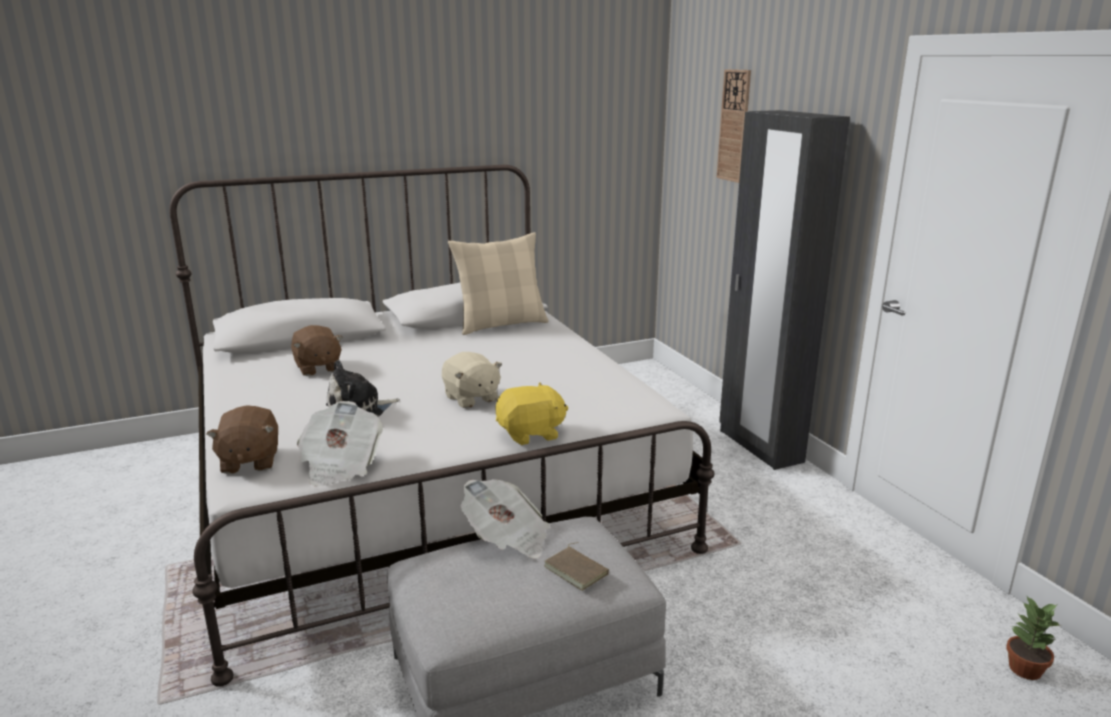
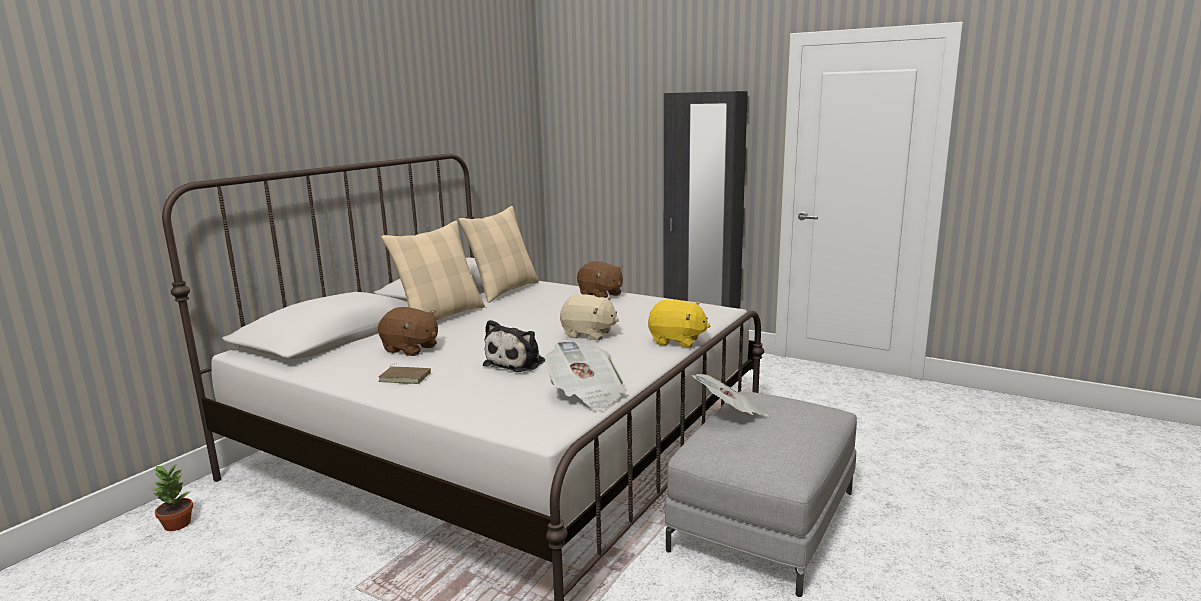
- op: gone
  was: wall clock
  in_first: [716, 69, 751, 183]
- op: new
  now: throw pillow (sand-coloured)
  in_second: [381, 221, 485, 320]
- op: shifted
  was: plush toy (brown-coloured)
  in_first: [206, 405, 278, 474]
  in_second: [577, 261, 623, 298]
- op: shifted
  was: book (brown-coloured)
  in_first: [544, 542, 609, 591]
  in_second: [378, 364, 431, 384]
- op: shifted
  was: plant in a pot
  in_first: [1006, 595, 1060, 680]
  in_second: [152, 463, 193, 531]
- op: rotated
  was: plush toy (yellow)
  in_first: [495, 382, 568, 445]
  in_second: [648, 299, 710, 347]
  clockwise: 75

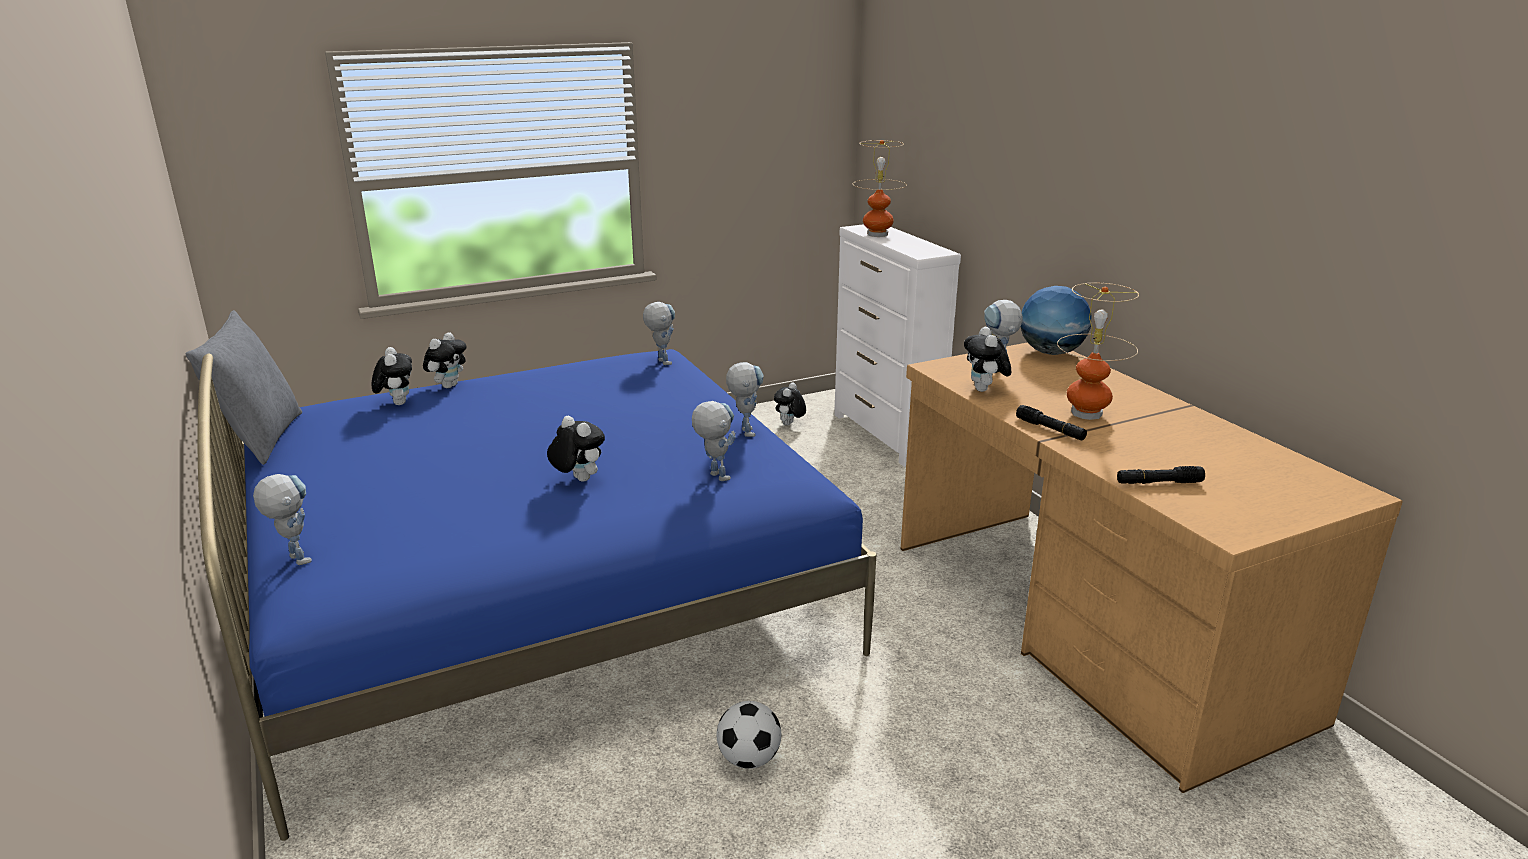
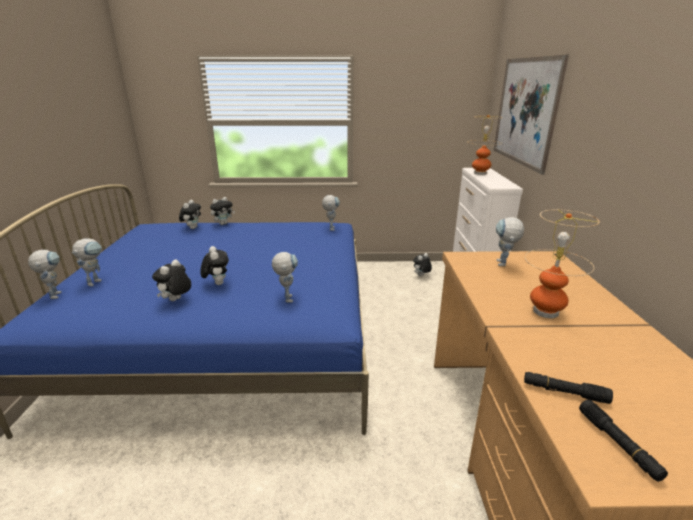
- op: gone
  was: throw pillow (greyish)
  in_first: [185, 310, 302, 465]
- op: gone
  was: ball for football
  in_first: [717, 701, 781, 769]
- op: gone
  was: desk globe
  in_first: [1021, 286, 1091, 355]
- op: new
  now: picture
  in_second: [494, 54, 569, 175]
- op: shifted
  was: robot figure
  in_first: [726, 362, 764, 437]
  in_second: [72, 238, 102, 286]
- op: shifted
  was: plush toy
  in_first: [964, 327, 1011, 392]
  in_second: [152, 260, 191, 301]
- op: shifted
  was: hand torch (black-coloured)
  in_first: [1016, 405, 1087, 440]
  in_second: [579, 400, 668, 482]

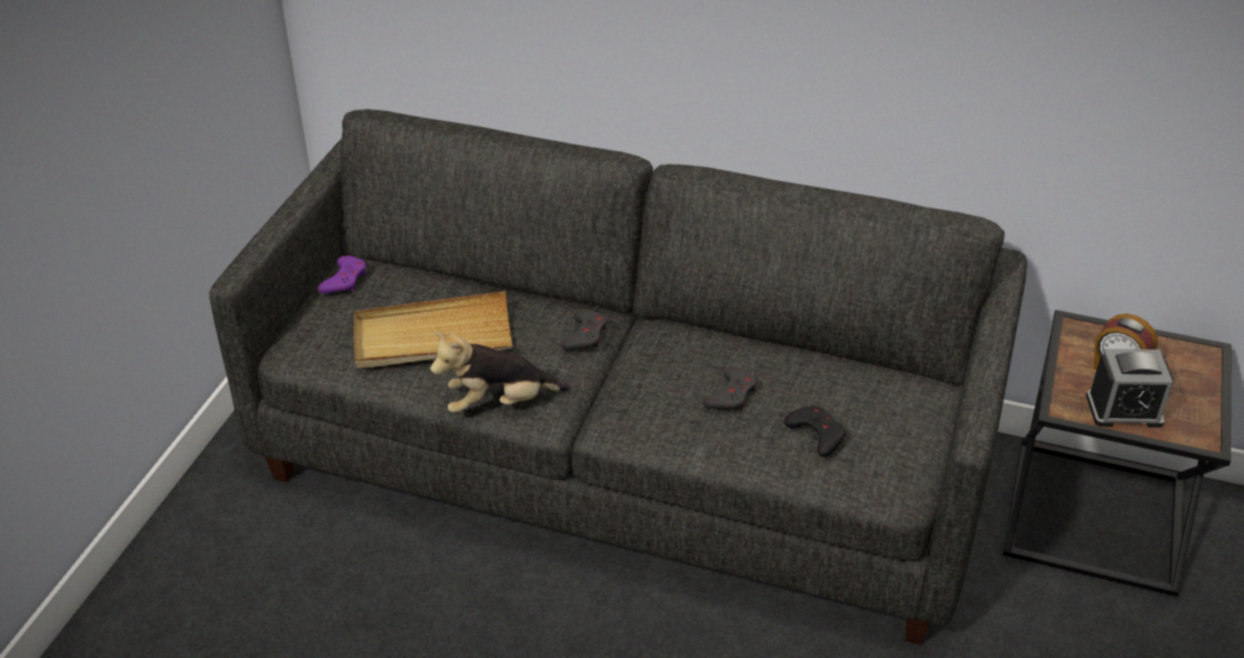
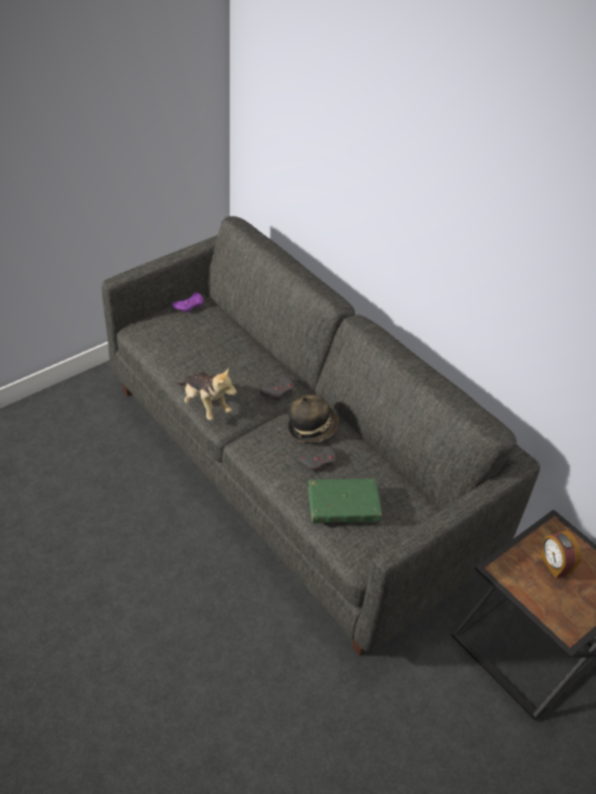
- op: gone
  was: serving tray (sand-coloured)
  in_first: [354, 291, 513, 369]
- op: gone
  was: bedside clock
  in_first: [1086, 349, 1174, 428]
- op: new
  now: hat
  in_second: [288, 394, 339, 442]
- op: swapped
  was: joypad (black-coloured)
  now: book (greenish)
  in_first: [784, 406, 846, 457]
  in_second: [308, 479, 382, 523]
- op: rotated
  was: plush toy
  in_first: [430, 331, 570, 413]
  in_second: [177, 367, 237, 420]
  clockwise: -150

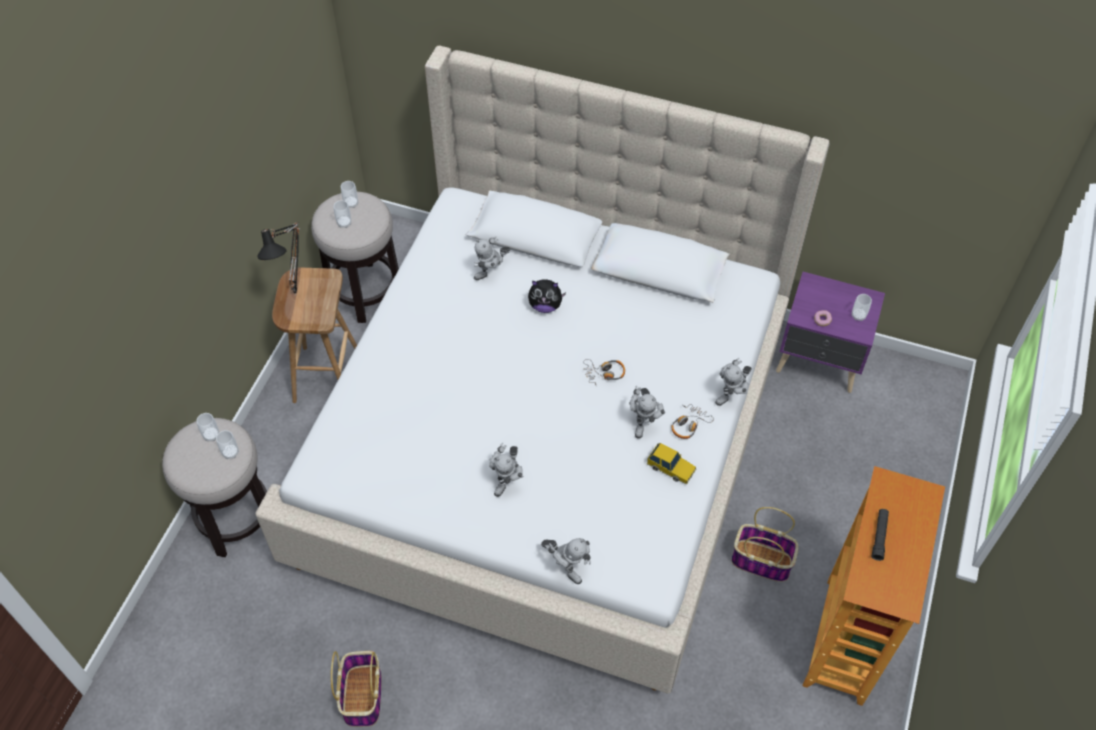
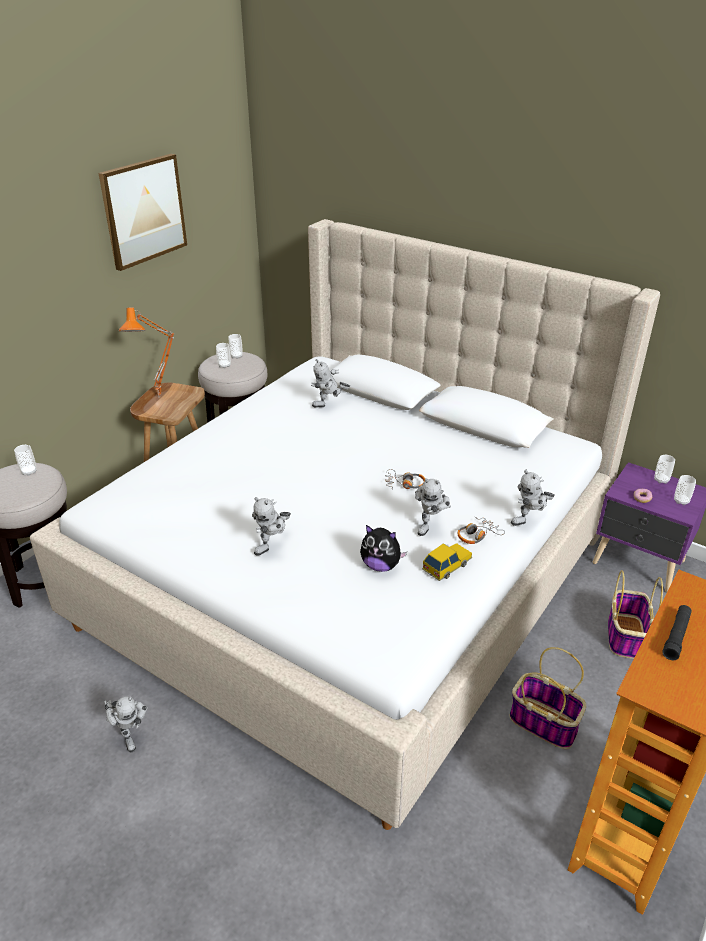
- op: new
  now: picture
  in_second: [98, 154, 187, 271]
- op: shifted
  was: drinking cup
  in_first: [216, 430, 239, 459]
  in_second: [654, 455, 675, 484]
- op: shifted
  was: storage basket
  in_first: [331, 651, 382, 727]
  in_second: [608, 570, 663, 659]
- op: shifted
  was: plush toy
  in_first: [528, 279, 566, 313]
  in_second: [360, 525, 407, 572]
- op: shifted
  was: robot figure
  in_first: [541, 538, 591, 584]
  in_second: [104, 696, 148, 752]
- op: repainted
  was: tabletop lamp (black-coloured)
  now: tabletop lamp (orangey)
  in_first: [257, 222, 300, 295]
  in_second: [119, 307, 174, 398]
- op: rotated
  was: model car
  in_first: [647, 443, 696, 485]
  in_second: [422, 543, 472, 581]
  clockwise: -90

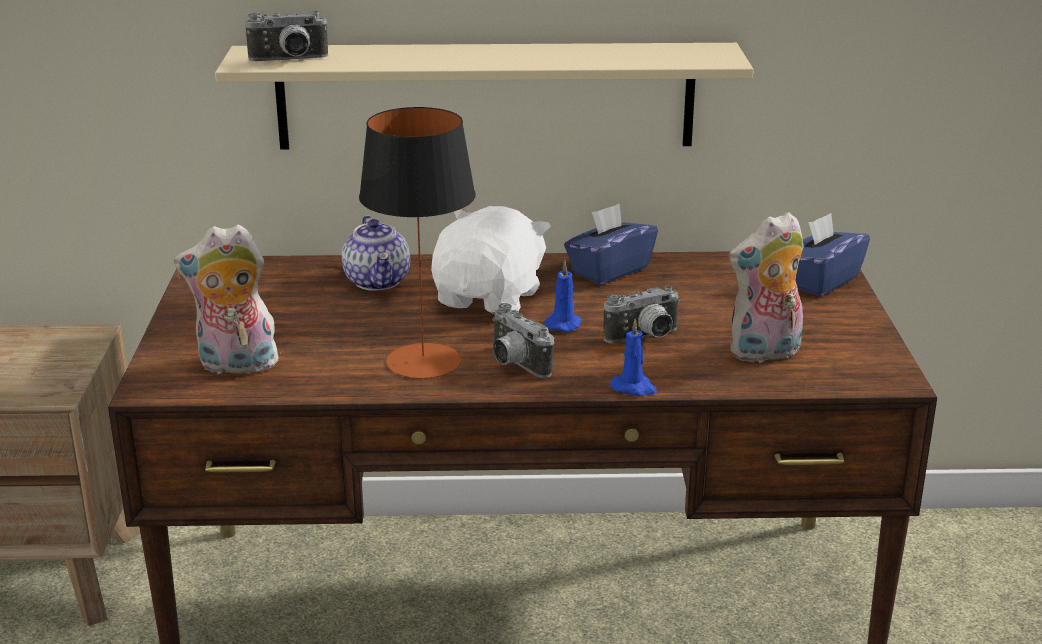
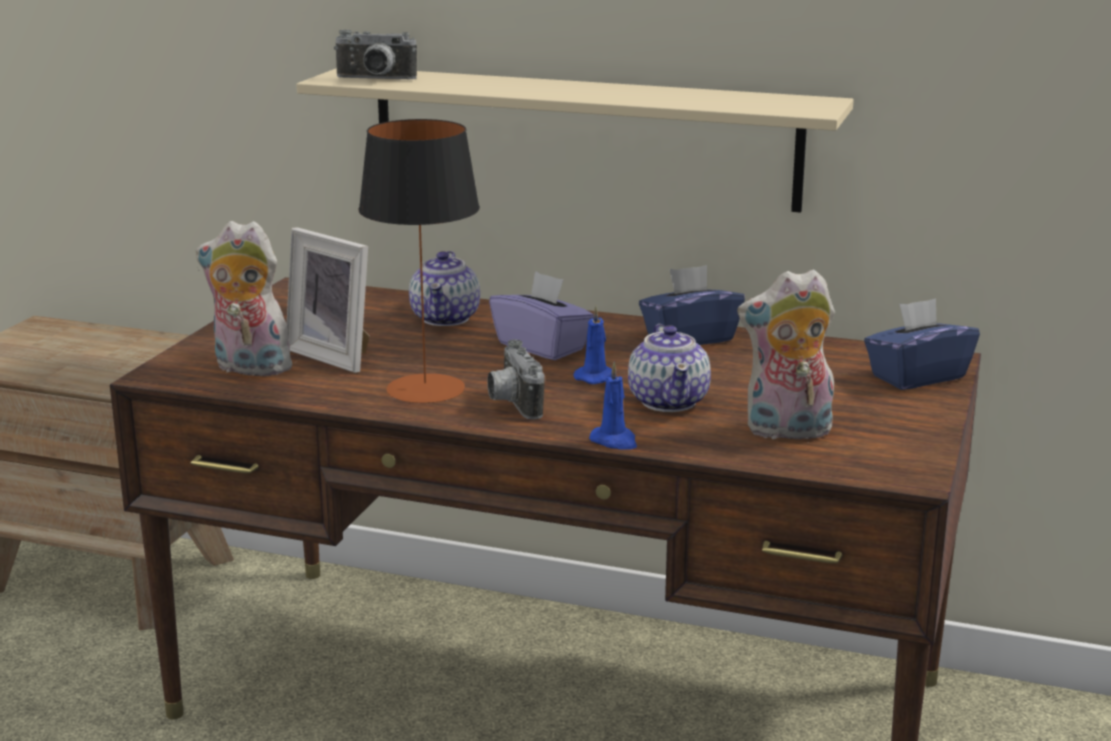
- op: new
  now: standing frame
  in_second: [287, 227, 370, 373]
- op: swapped
  was: plush toy (white)
  now: tissue box (purple)
  in_first: [431, 206, 551, 314]
  in_second: [489, 271, 594, 360]
- op: swapped
  was: photo camera
  now: tea pot
  in_first: [603, 286, 681, 343]
  in_second: [628, 324, 711, 412]

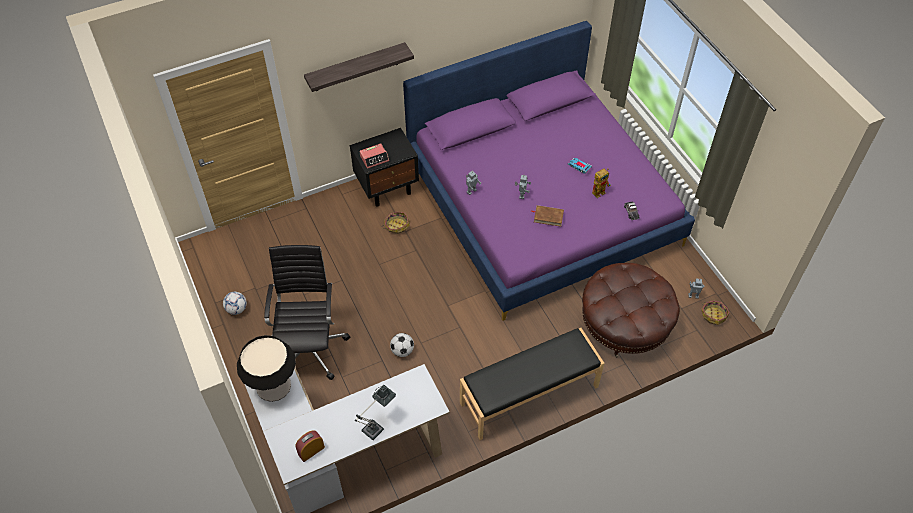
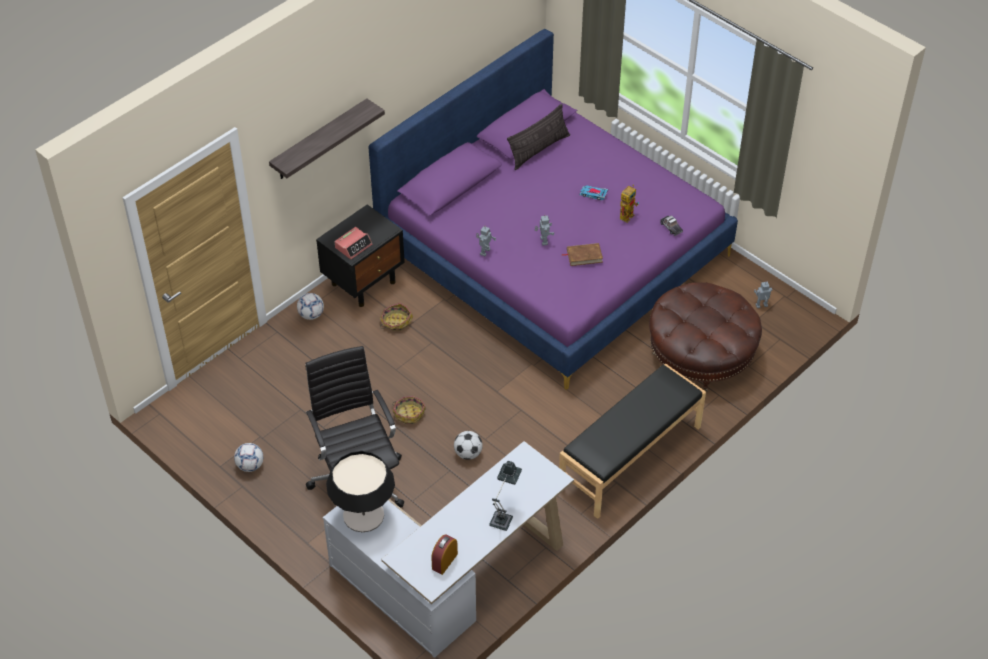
- op: new
  now: ball for football
  in_second: [297, 293, 324, 320]
- op: new
  now: throw pillow
  in_second: [507, 104, 570, 171]
- op: shifted
  was: storage basket
  in_first: [701, 300, 729, 325]
  in_second: [392, 396, 426, 424]

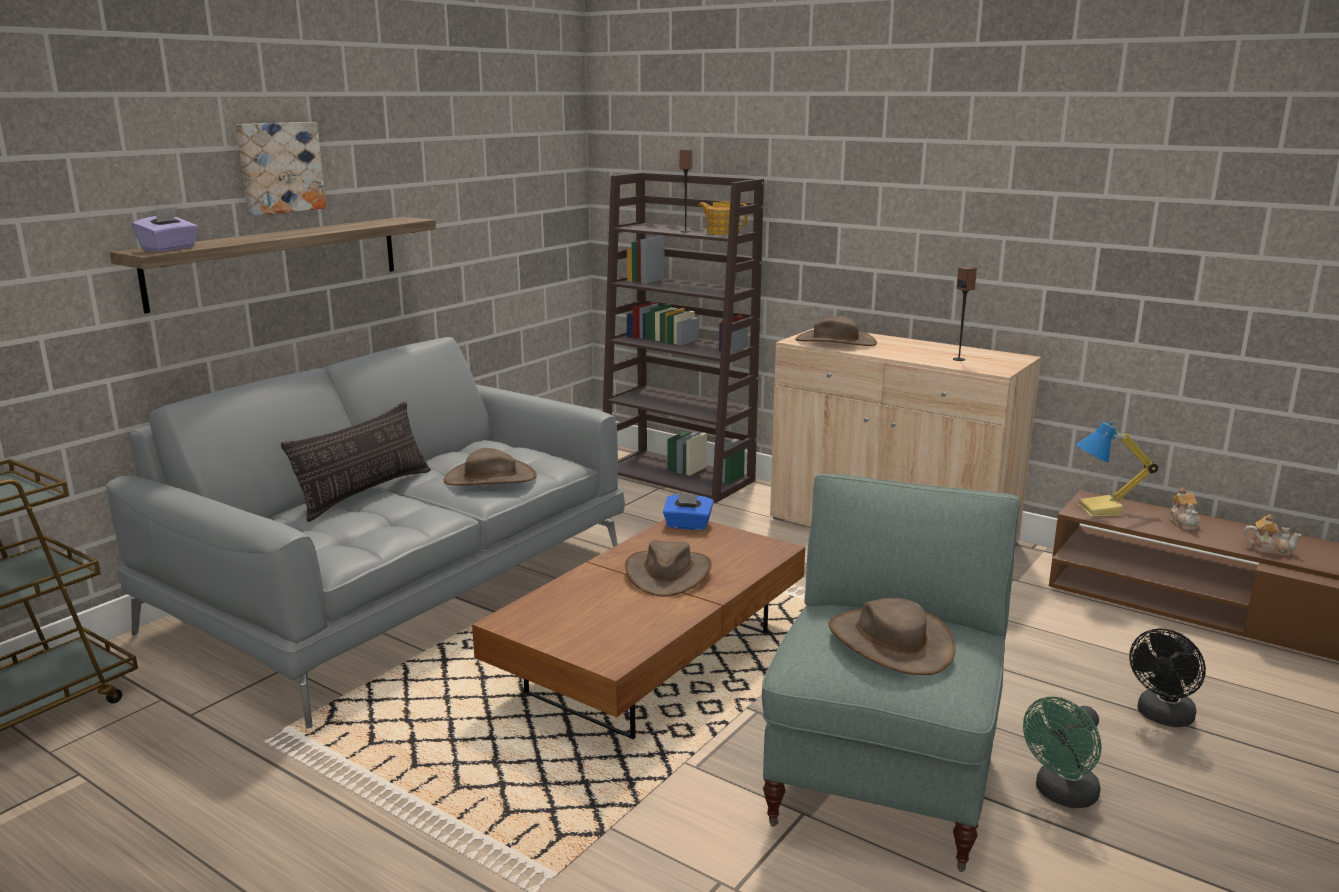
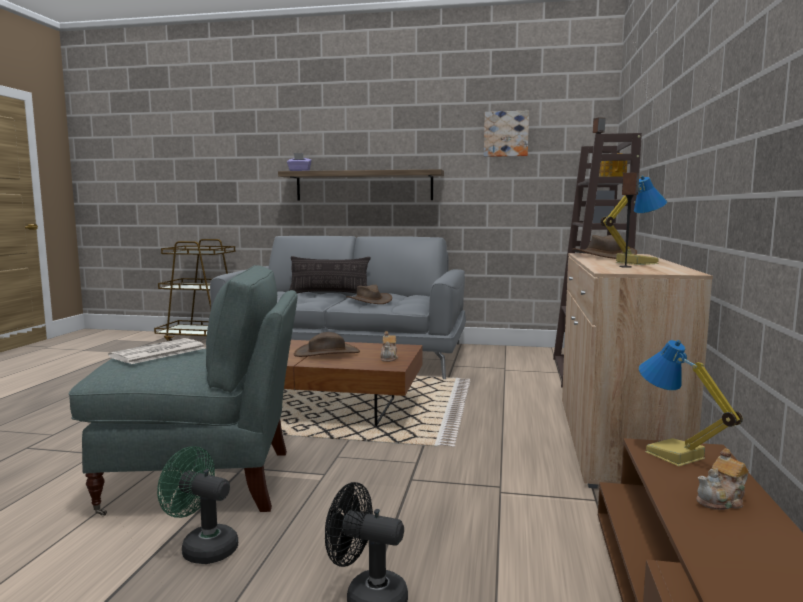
- op: gone
  was: tissue box (blue)
  in_first: [663, 492, 714, 530]
- op: new
  now: tabletop lamp
  in_second: [601, 175, 667, 265]
- op: shifted
  was: picture
  in_first: [236, 122, 326, 216]
  in_second: [484, 111, 529, 157]
- op: shifted
  was: tea pot
  in_first: [1244, 514, 1302, 556]
  in_second: [380, 331, 398, 362]
- op: swapped
  was: hat (brown-coloured)
  now: newspaper
  in_first: [829, 598, 956, 675]
  in_second: [108, 338, 205, 364]

